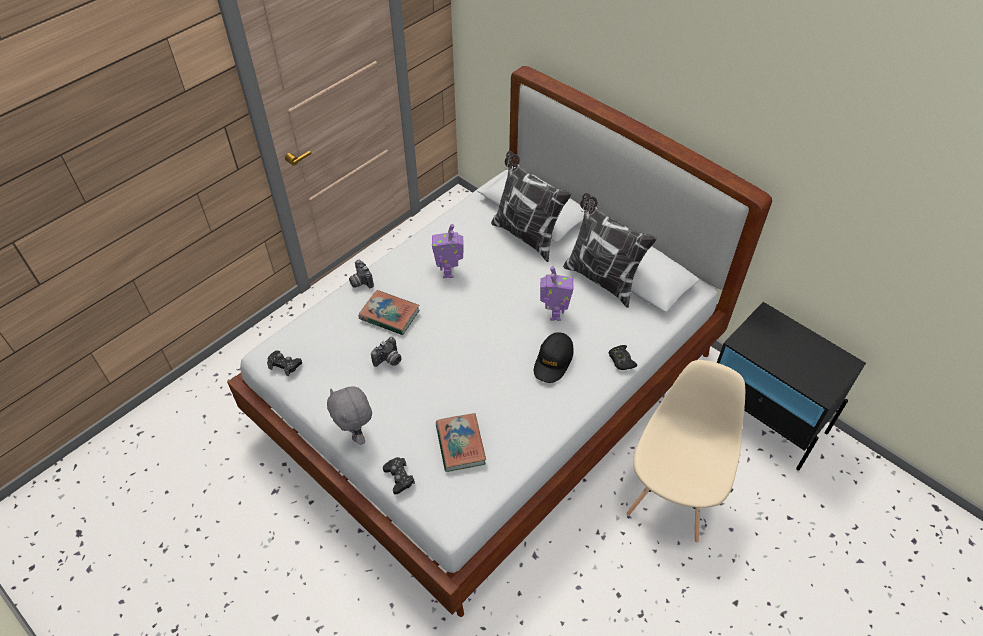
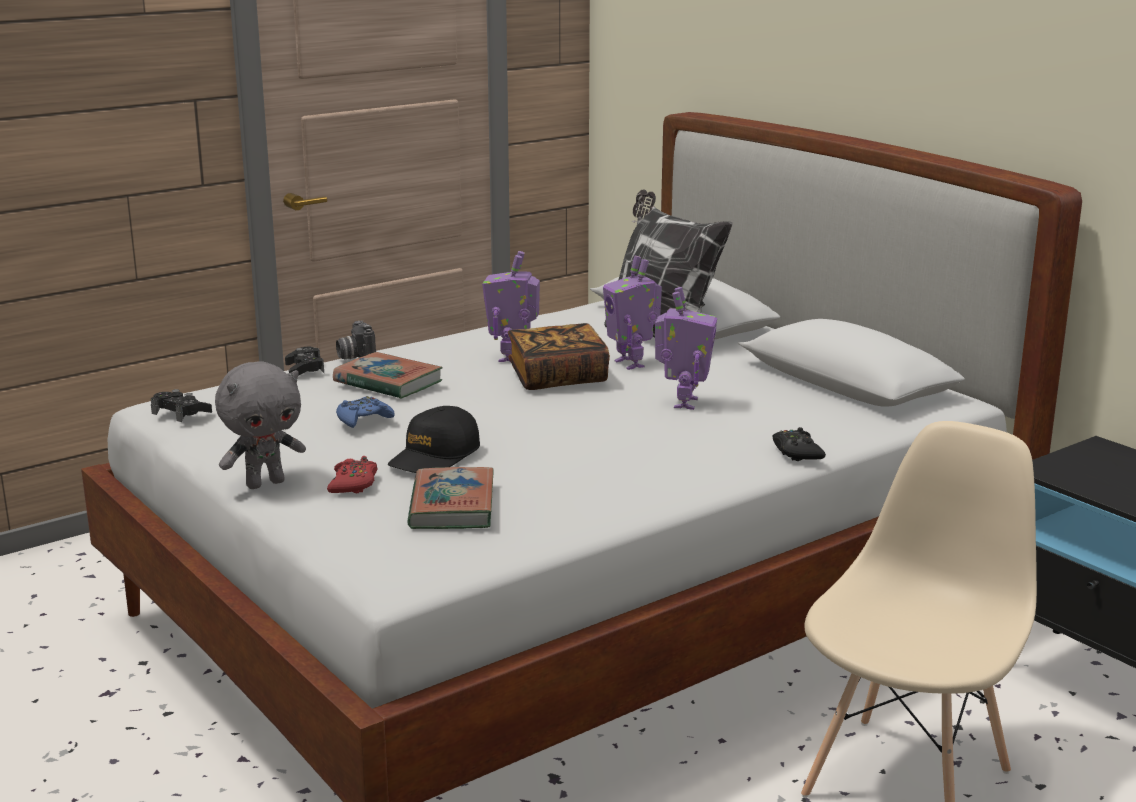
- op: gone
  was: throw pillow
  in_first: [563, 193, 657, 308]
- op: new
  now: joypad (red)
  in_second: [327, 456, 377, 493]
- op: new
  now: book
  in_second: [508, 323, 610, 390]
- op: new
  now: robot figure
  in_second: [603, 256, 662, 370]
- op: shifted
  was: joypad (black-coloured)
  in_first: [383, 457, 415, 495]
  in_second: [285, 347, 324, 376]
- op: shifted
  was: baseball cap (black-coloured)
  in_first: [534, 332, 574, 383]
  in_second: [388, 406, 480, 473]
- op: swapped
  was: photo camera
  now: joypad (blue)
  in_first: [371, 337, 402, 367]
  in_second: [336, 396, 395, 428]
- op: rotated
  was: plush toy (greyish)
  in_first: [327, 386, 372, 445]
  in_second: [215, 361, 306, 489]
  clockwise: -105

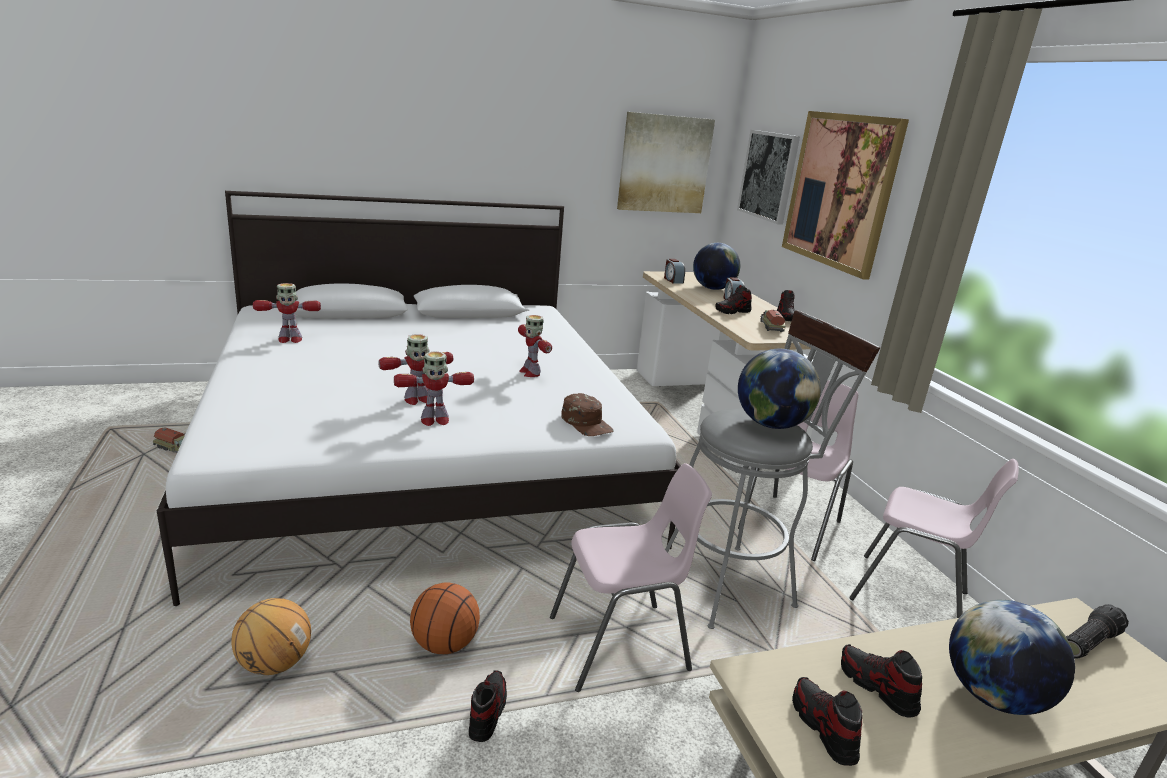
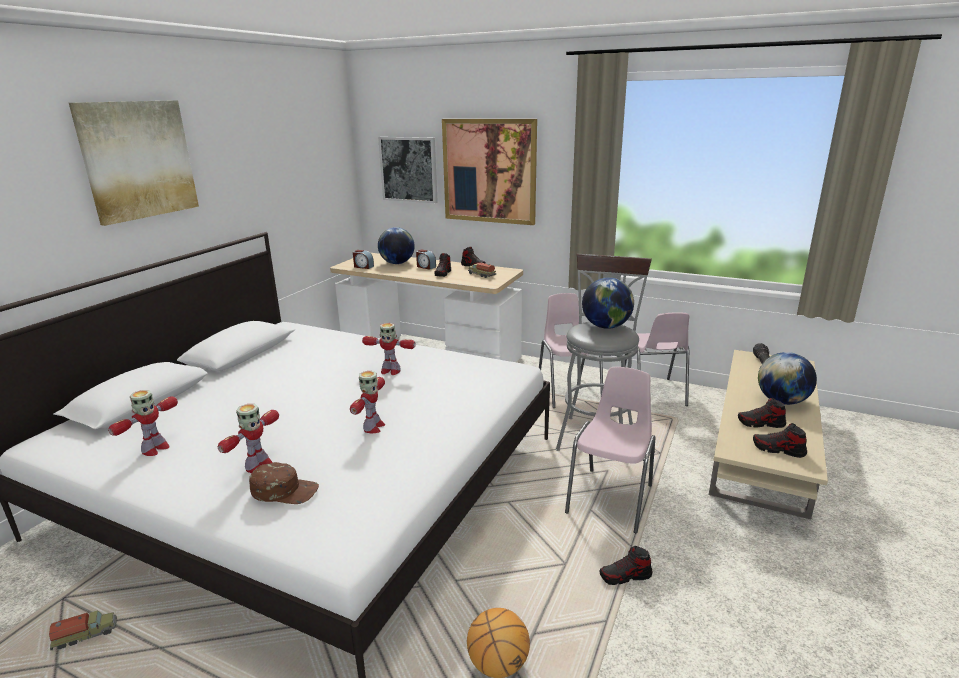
- op: gone
  was: basketball
  in_first: [410, 583, 480, 654]
- op: shifted
  was: robot figure
  in_first: [394, 351, 474, 426]
  in_second: [218, 404, 279, 473]
- op: shifted
  was: baseball cap (brown-coloured)
  in_first: [561, 393, 614, 436]
  in_second: [249, 462, 319, 504]
- op: shifted
  was: picture
  in_first: [617, 112, 715, 213]
  in_second: [69, 100, 199, 226]
- op: rotated
  was: shoe
  in_first: [469, 670, 507, 742]
  in_second: [600, 546, 652, 585]
  clockwise: -60
- op: rotated
  was: upright chair (pink-coloured)
  in_first: [849, 459, 1019, 618]
  in_second: [625, 312, 690, 406]
  clockwise: 105

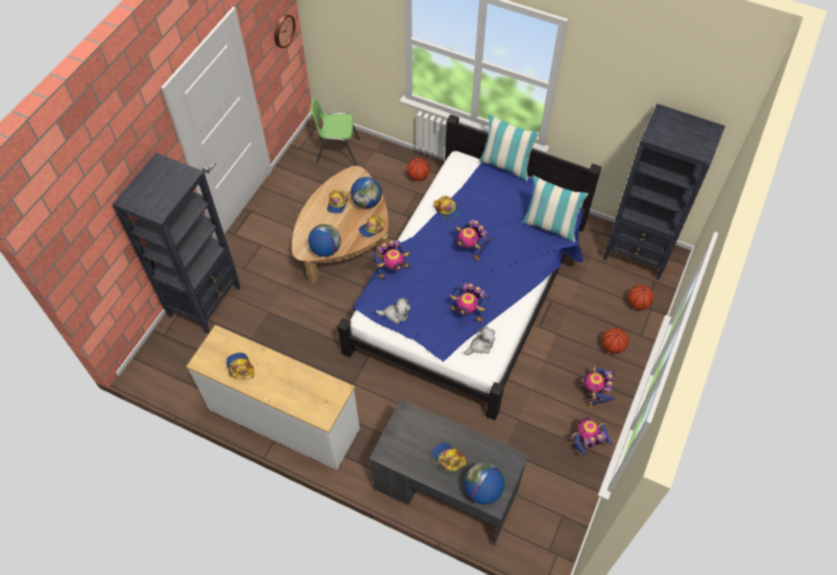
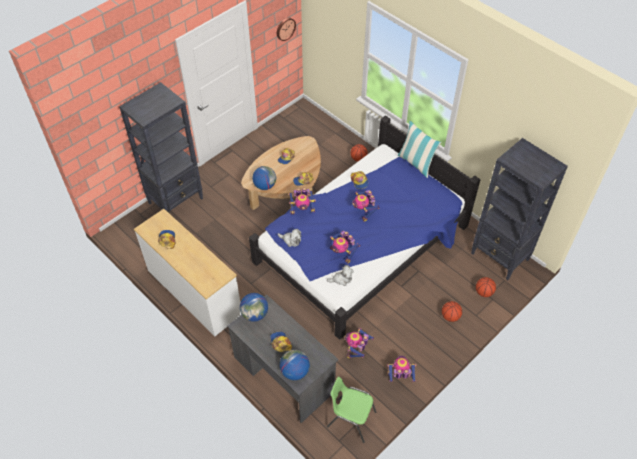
- op: gone
  was: throw pillow
  in_first: [522, 175, 588, 242]
- op: shifted
  was: upright chair (greenish)
  in_first: [311, 98, 360, 165]
  in_second: [327, 376, 376, 443]
- op: shifted
  was: desk globe
  in_first: [351, 177, 382, 209]
  in_second: [240, 293, 268, 322]
- op: shifted
  was: robot figure
  in_first: [582, 366, 615, 407]
  in_second: [345, 328, 374, 359]

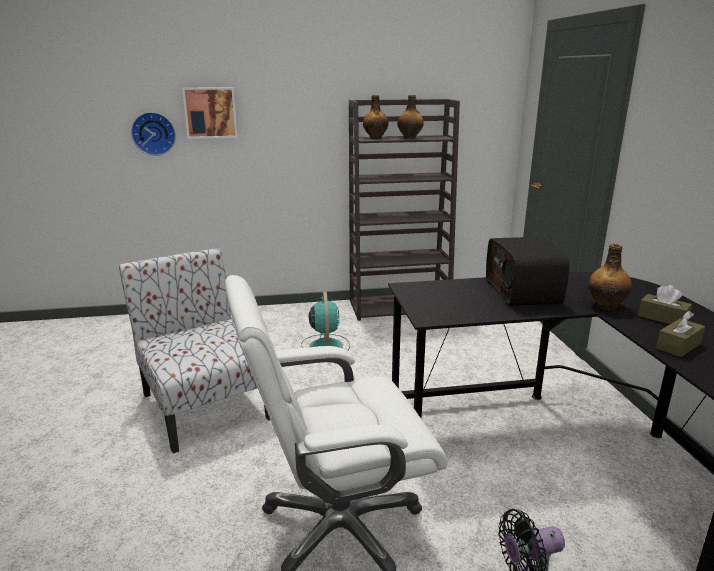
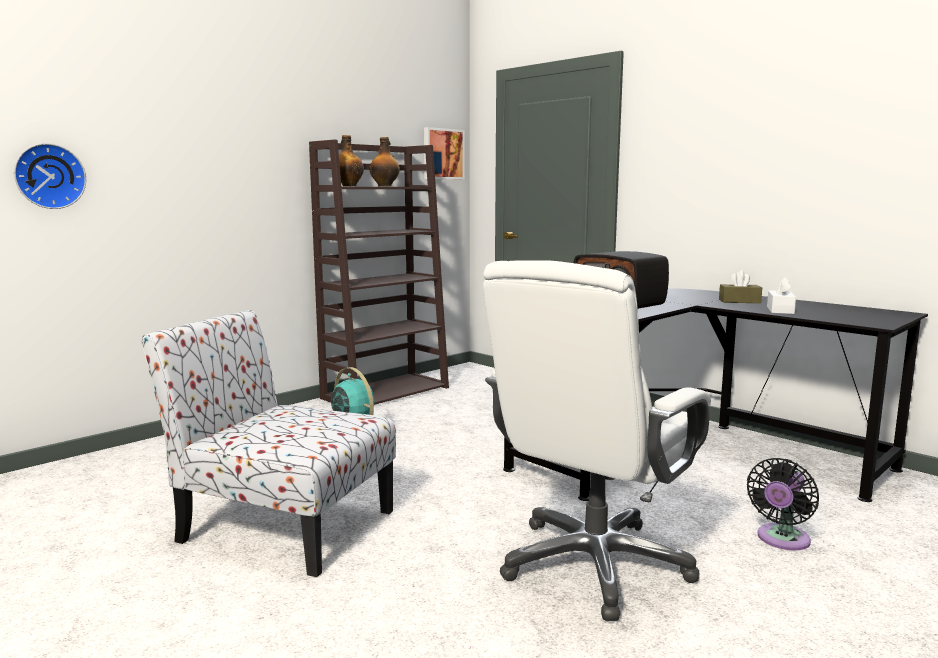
- op: gone
  was: bottle
  in_first: [588, 244, 632, 310]
- op: shifted
  was: picture
  in_first: [182, 87, 238, 139]
  in_second: [424, 127, 465, 179]
- op: repainted
  was: tissue box (brown-coloured)
  now: tissue box (white)
  in_first: [656, 311, 705, 357]
  in_second: [767, 277, 796, 314]

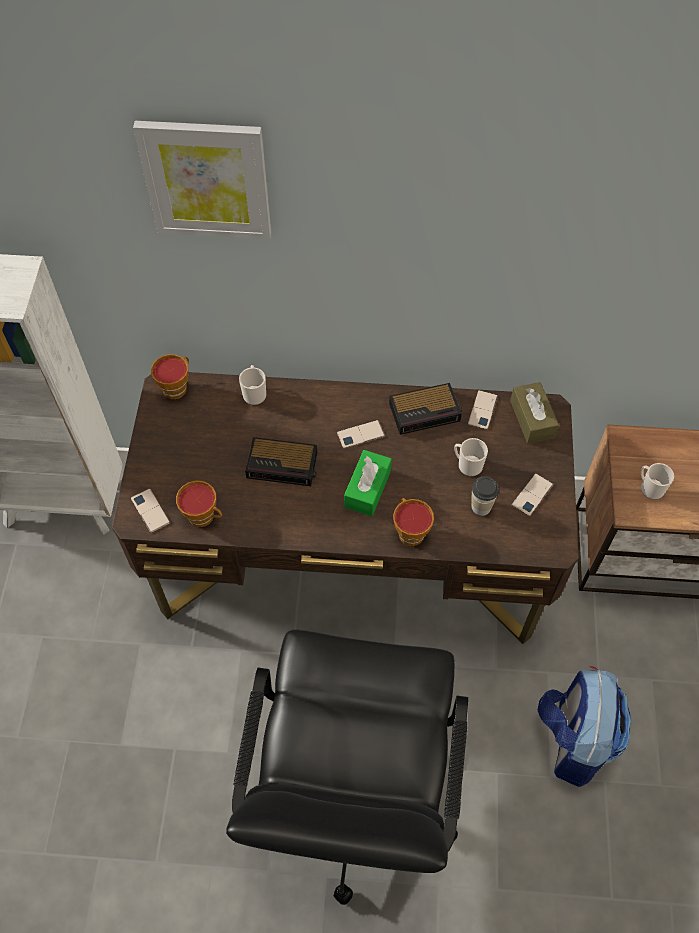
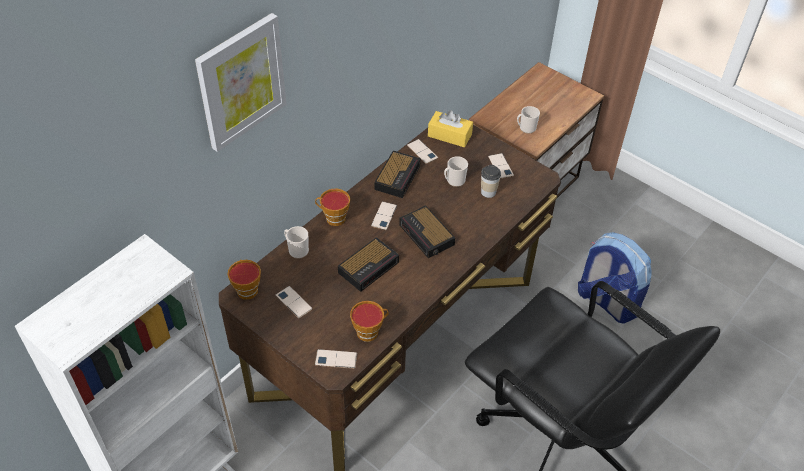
- op: new
  now: phone
  in_second: [275, 286, 313, 318]
- op: shifted
  was: drinking cup
  in_first: [393, 498, 434, 546]
  in_second: [315, 188, 350, 226]
- op: swapped
  was: tissue box (greenish)
  now: bedside clock
  in_first: [344, 450, 392, 516]
  in_second: [399, 205, 455, 258]
- op: repainted
  was: tissue box (brown-coloured)
  now: tissue box (yellow)
  in_first: [510, 382, 559, 444]
  in_second: [428, 111, 473, 147]

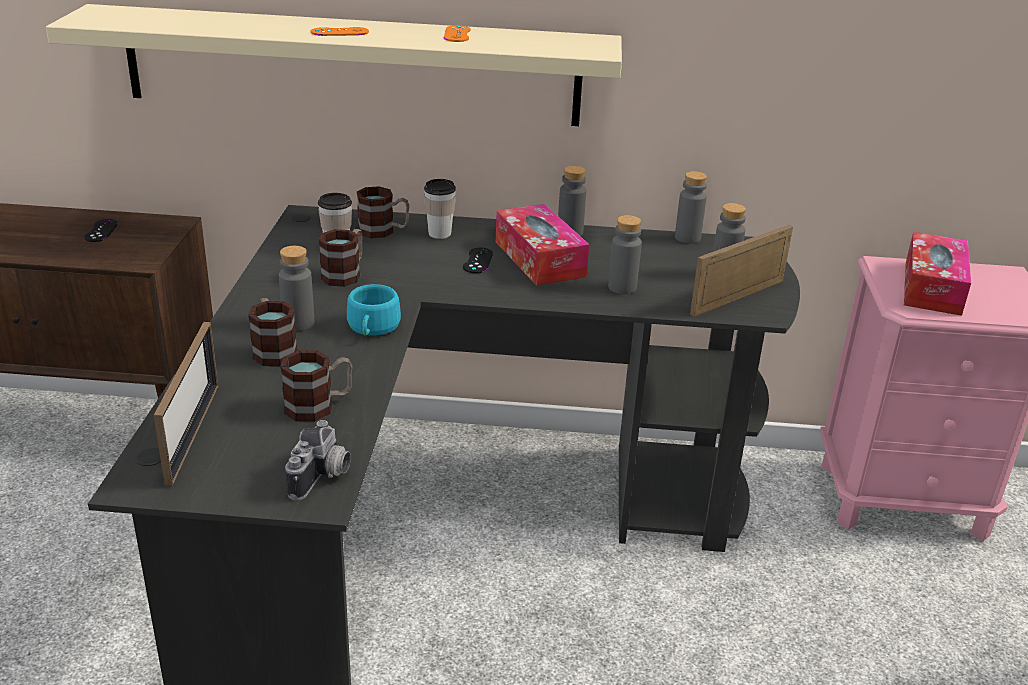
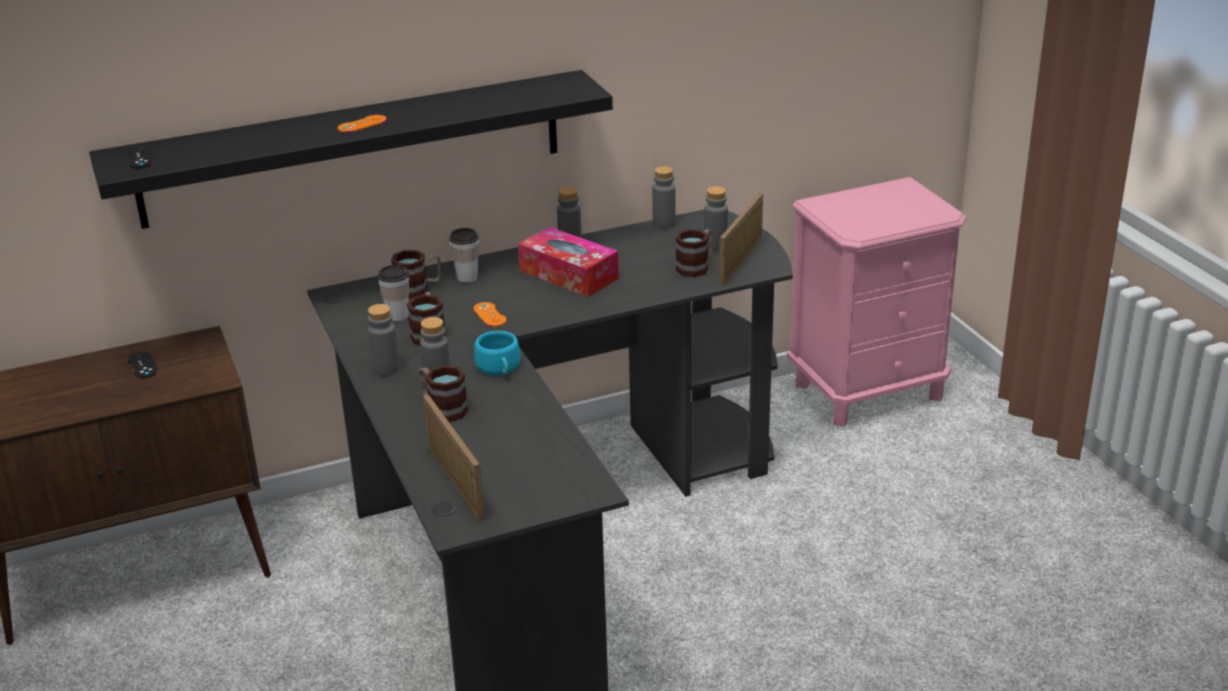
- op: gone
  was: photo camera
  in_first: [285, 420, 351, 500]
- op: gone
  was: tissue box
  in_first: [904, 232, 971, 316]
- op: shifted
  was: mug
  in_first: [281, 350, 352, 422]
  in_second: [676, 229, 712, 277]
- op: shifted
  was: joypad (orangey)
  in_first: [444, 25, 471, 42]
  in_second: [473, 302, 506, 327]
- op: shifted
  was: joypad (black-coloured)
  in_first: [463, 248, 493, 273]
  in_second: [127, 146, 154, 168]
- op: shifted
  was: bottle (greyish)
  in_first: [608, 215, 642, 294]
  in_second: [368, 304, 400, 376]
- op: repainted
  was: wall shelf (sand-coloured)
  now: wall shelf (black-coloured)
  in_first: [46, 4, 622, 126]
  in_second: [89, 70, 613, 229]

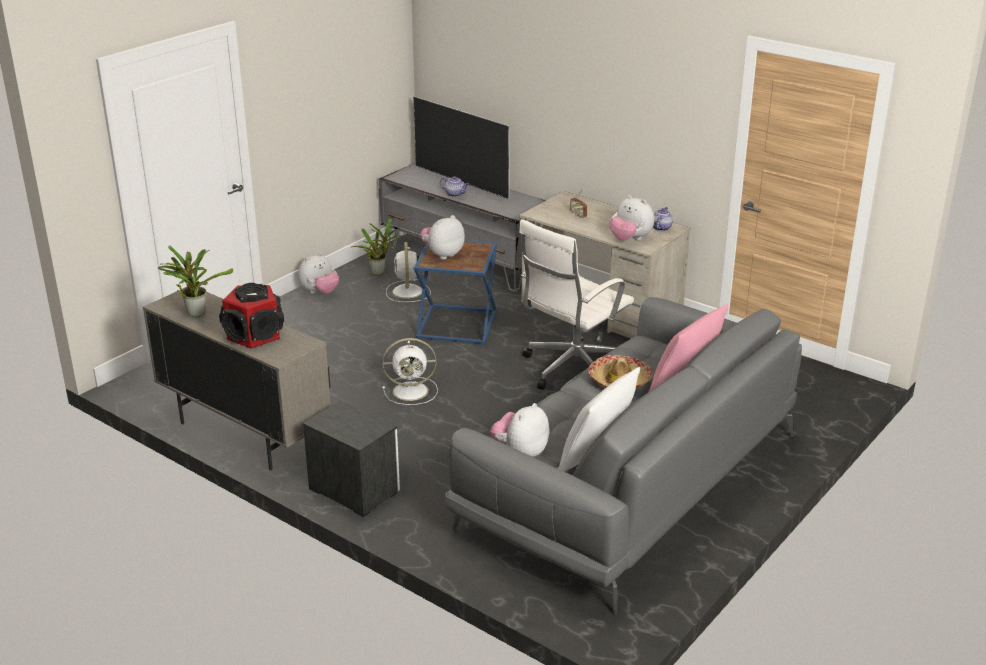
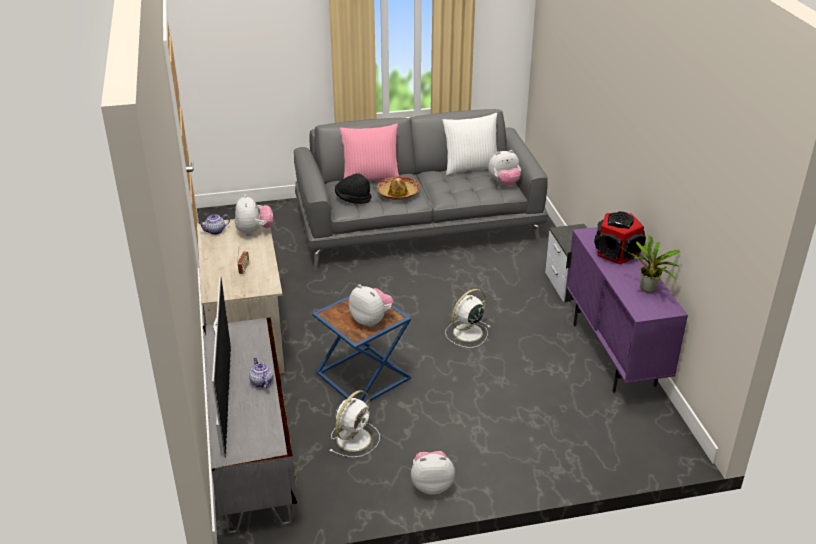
- op: gone
  was: plant in a pot
  in_first: [352, 219, 401, 275]
- op: gone
  was: office chair (white)
  in_first: [519, 219, 634, 390]
- op: new
  now: hat (black-coloured)
  in_second: [335, 173, 372, 204]
- op: repainted
  was: cabinet (sand-coloured)
  now: cabinet (purple)
  in_first: [143, 286, 331, 470]
  in_second: [566, 227, 688, 393]
- op: rotated
  was: cooling fan (white)
  in_first: [383, 338, 438, 405]
  in_second: [445, 289, 490, 348]
  clockwise: -75
- op: rotated
  was: plush toy
  in_first: [420, 215, 465, 260]
  in_second: [349, 284, 394, 327]
  clockwise: -135

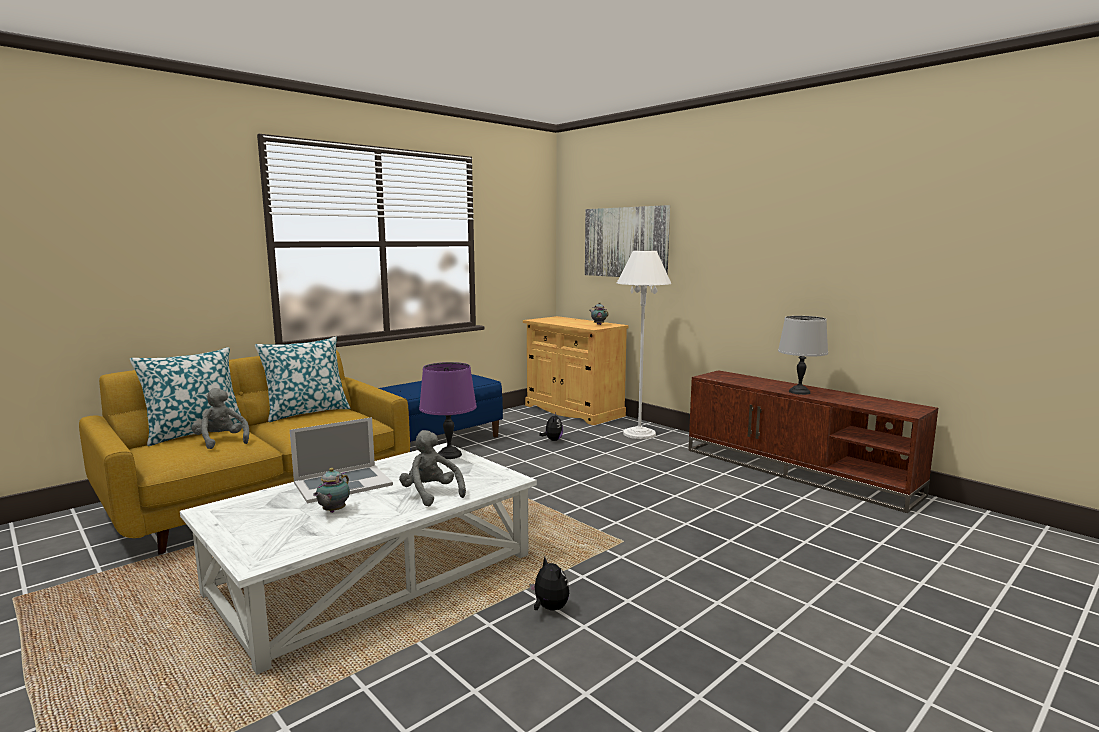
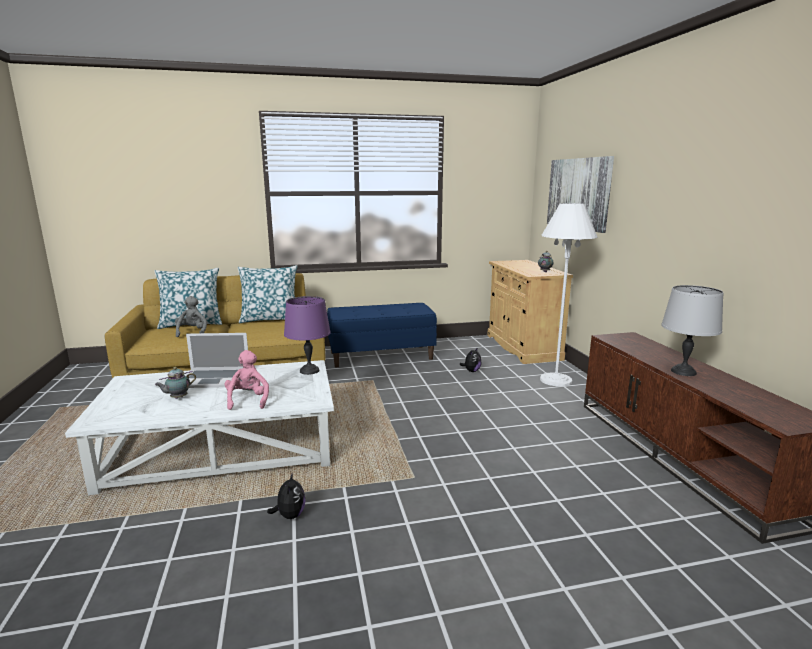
- op: repainted
  was: plush toy (greyish)
  now: plush toy (pink-coloured)
  in_first: [399, 430, 466, 506]
  in_second: [225, 350, 269, 410]

